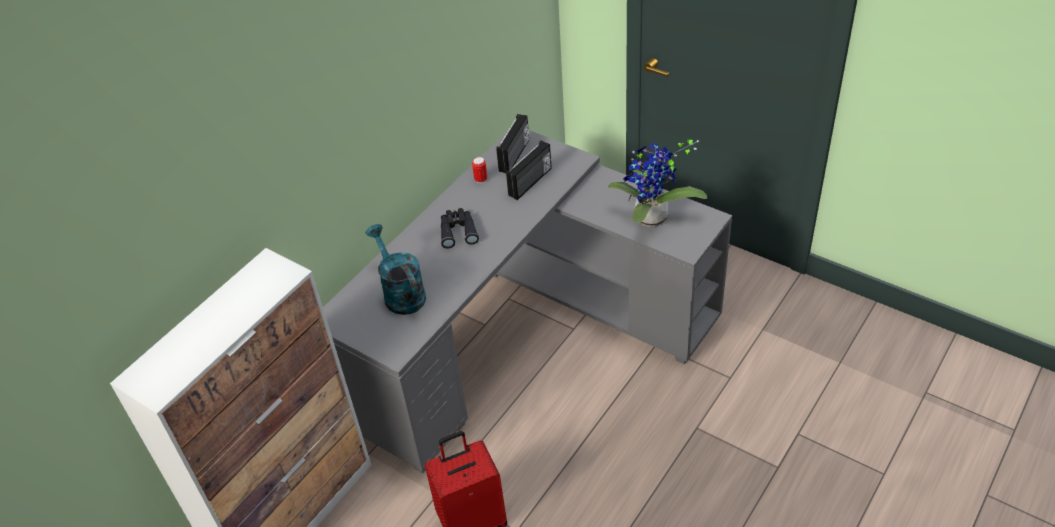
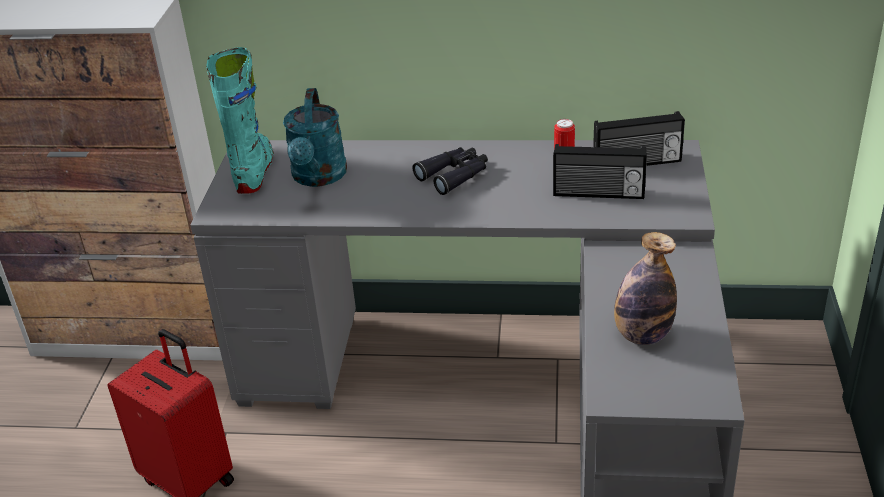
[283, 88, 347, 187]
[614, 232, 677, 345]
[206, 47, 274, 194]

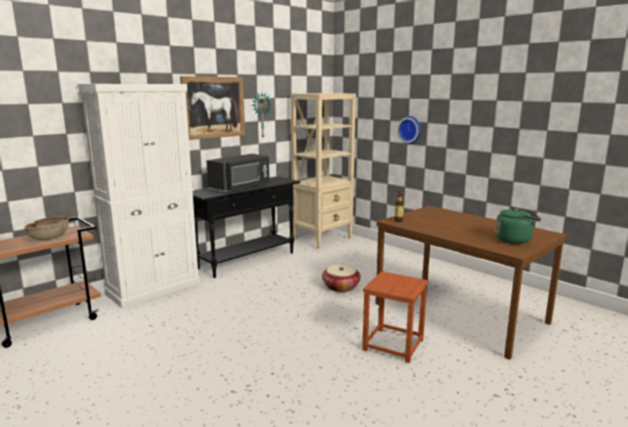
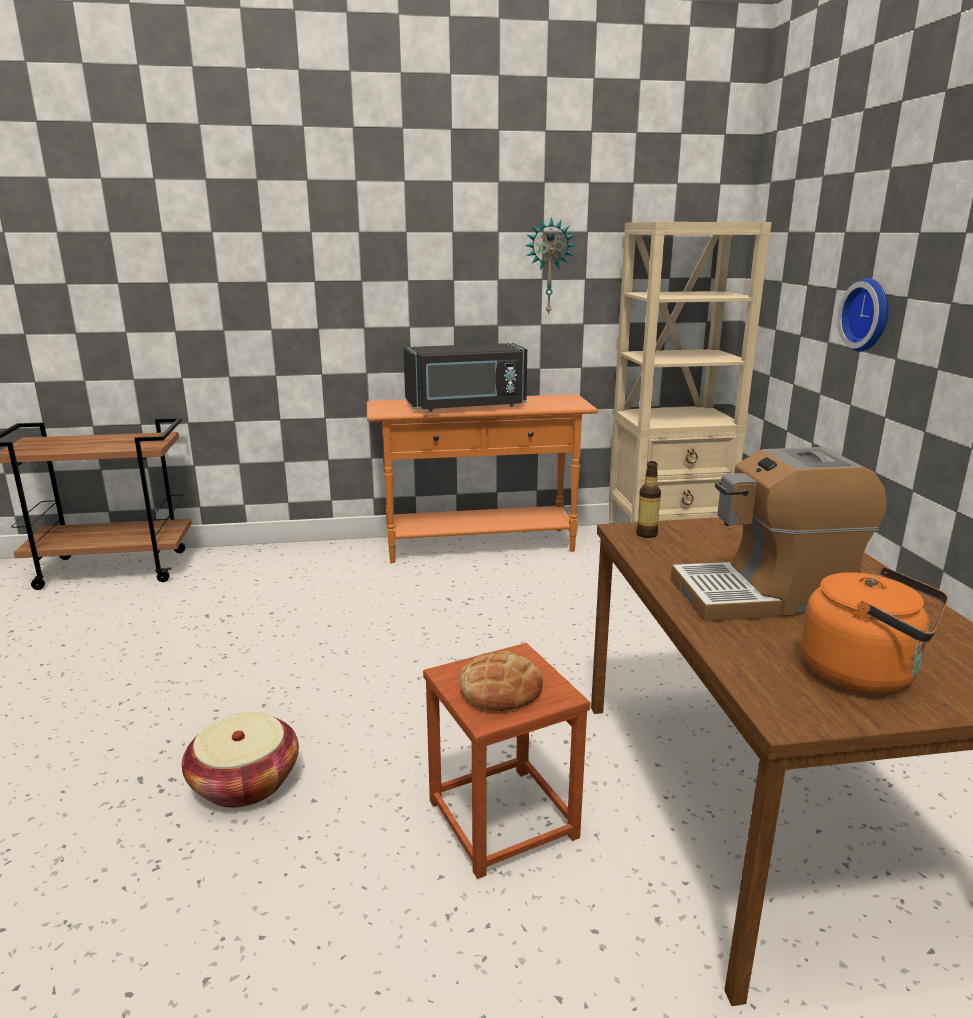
[24, 216, 69, 241] (first image)
[78, 84, 200, 308] (first image)
[180, 76, 245, 140] (first image)
[367, 394, 598, 563]
[182, 712, 299, 808]
[801, 567, 948, 694]
[460, 651, 543, 711]
[671, 447, 886, 621]

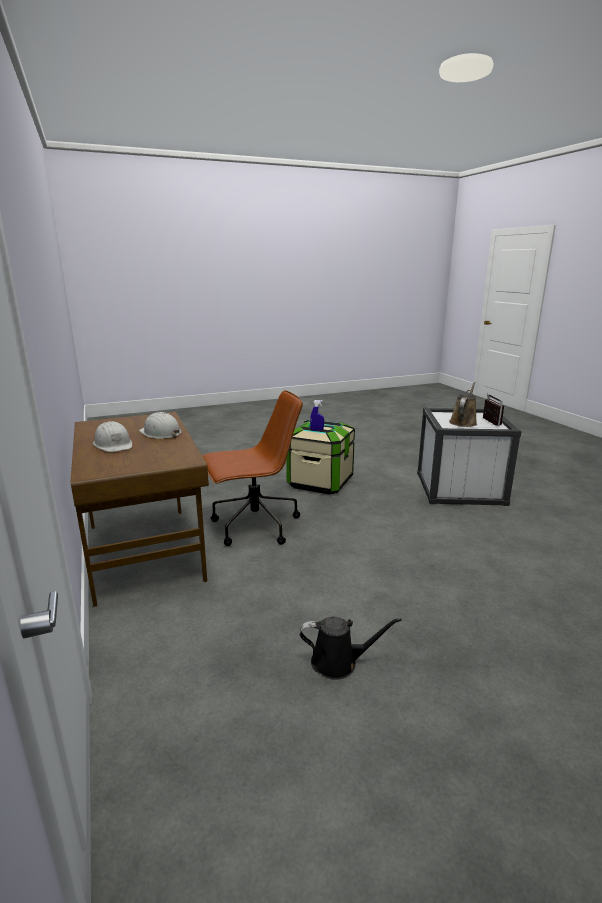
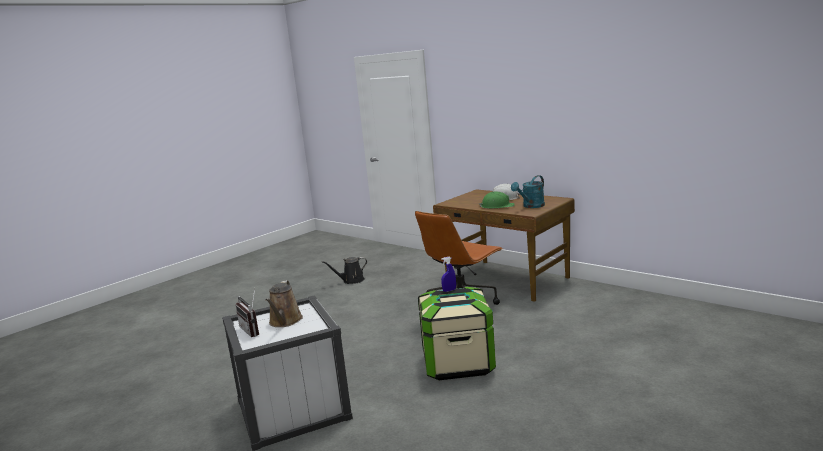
[479, 192, 515, 209]
[511, 175, 545, 208]

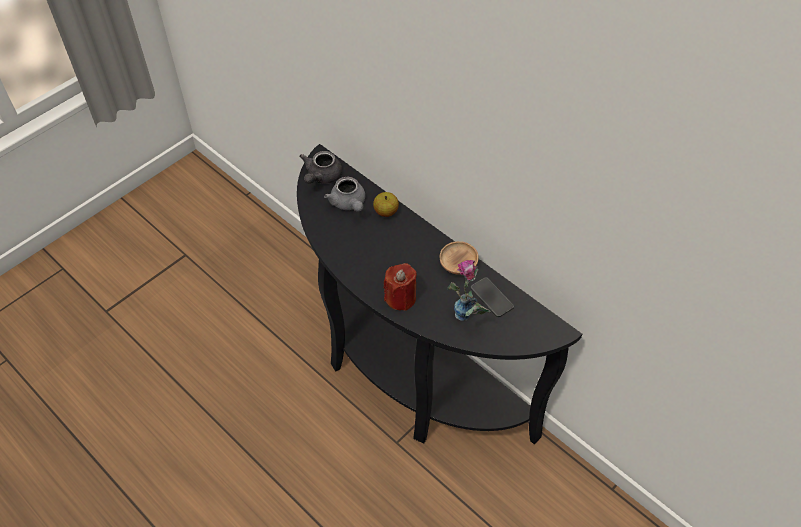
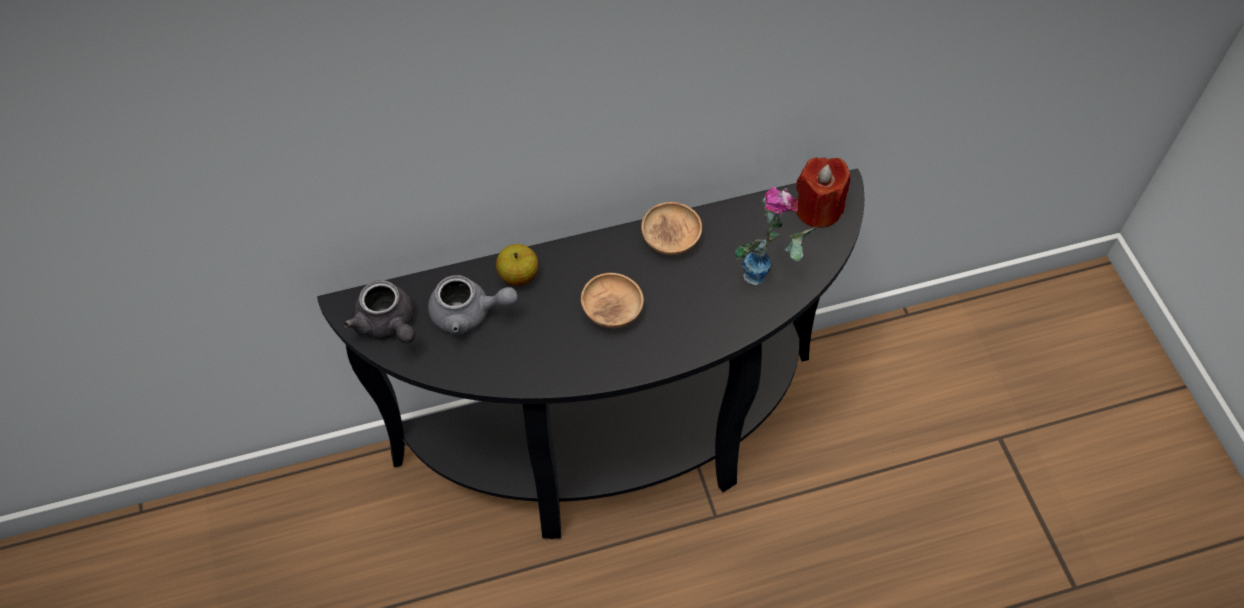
[796, 158, 850, 228]
[470, 277, 514, 317] (first image)
[581, 273, 644, 328]

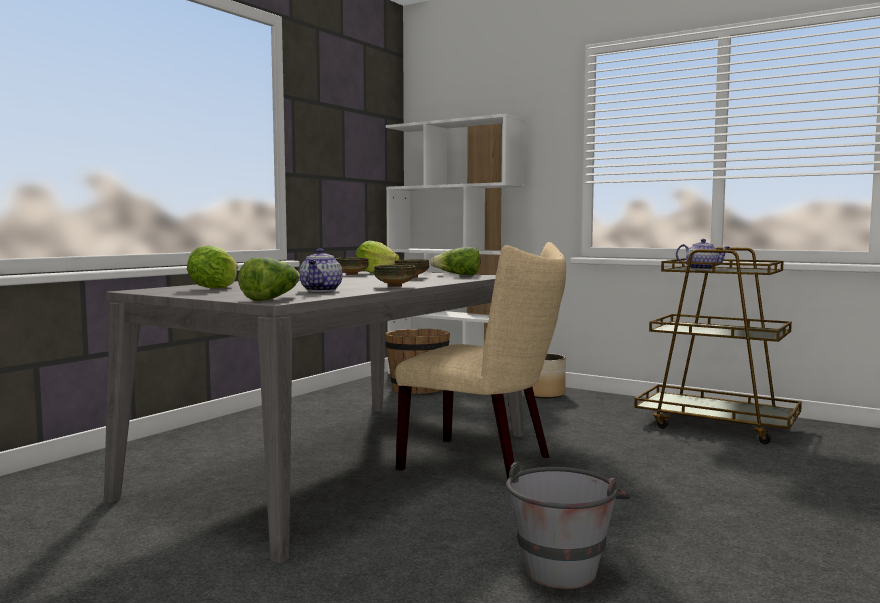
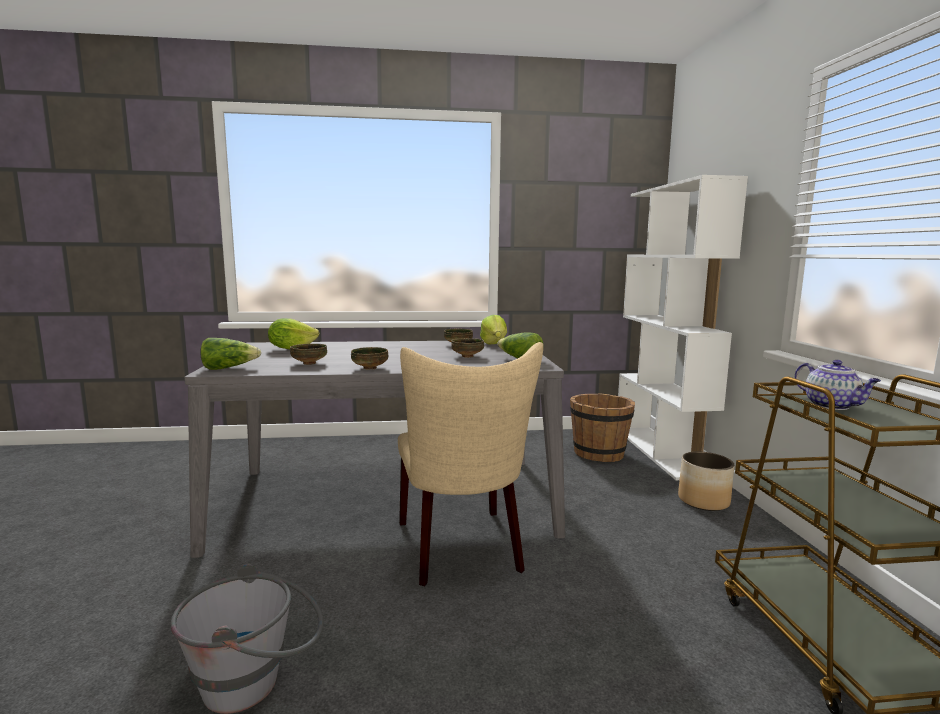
[290, 344, 327, 365]

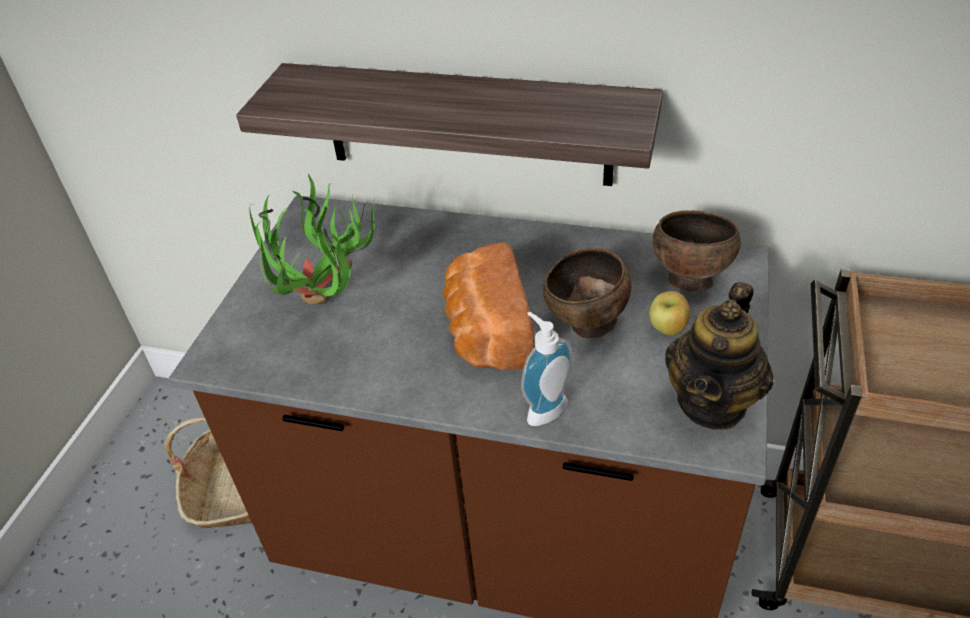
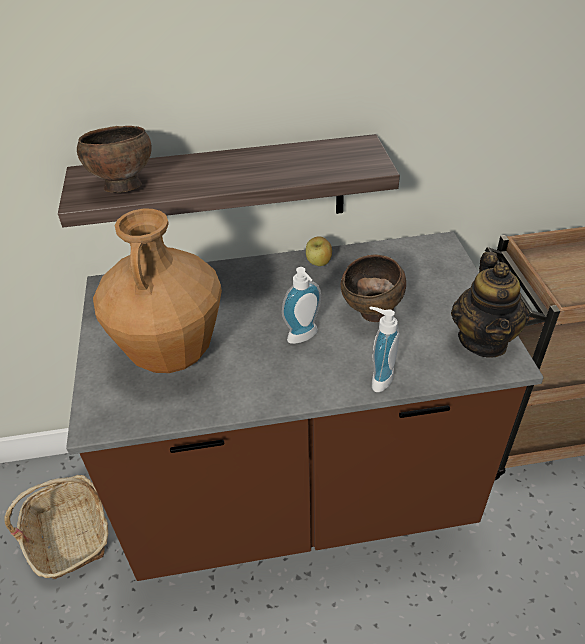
[93, 209, 222, 373]
[282, 267, 321, 344]
[306, 236, 332, 266]
[77, 126, 152, 192]

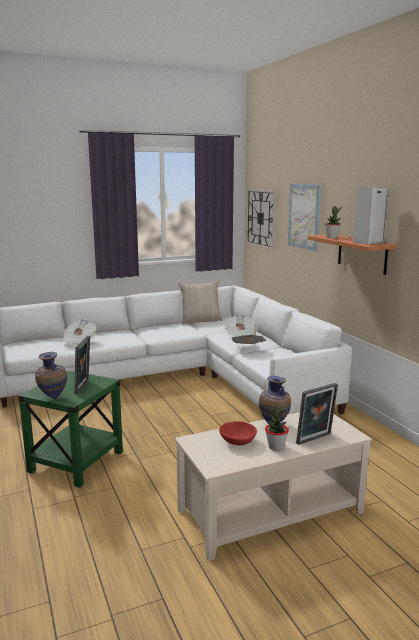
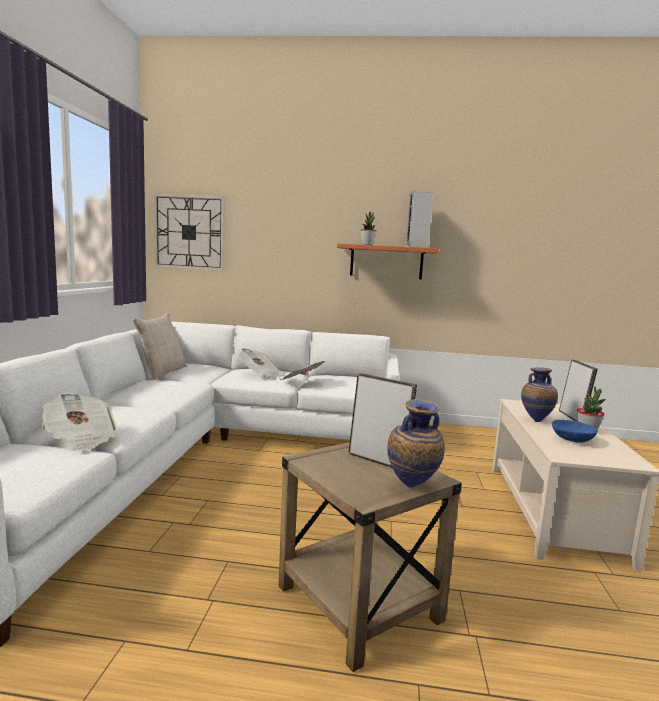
[279, 442, 462, 672]
[552, 420, 598, 443]
[288, 184, 322, 251] (first image)

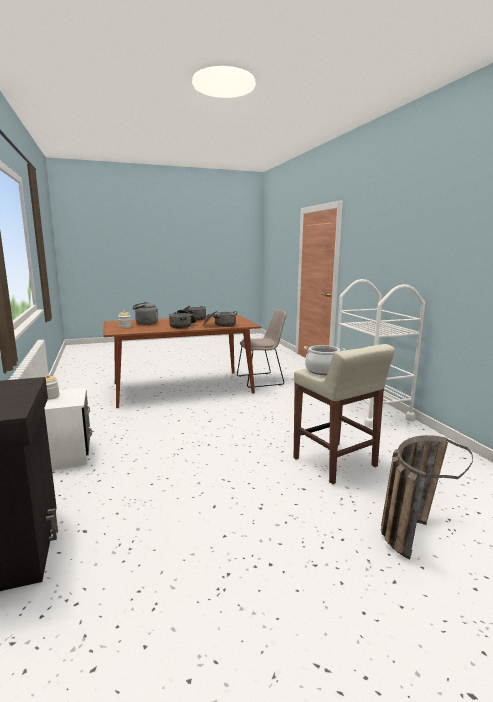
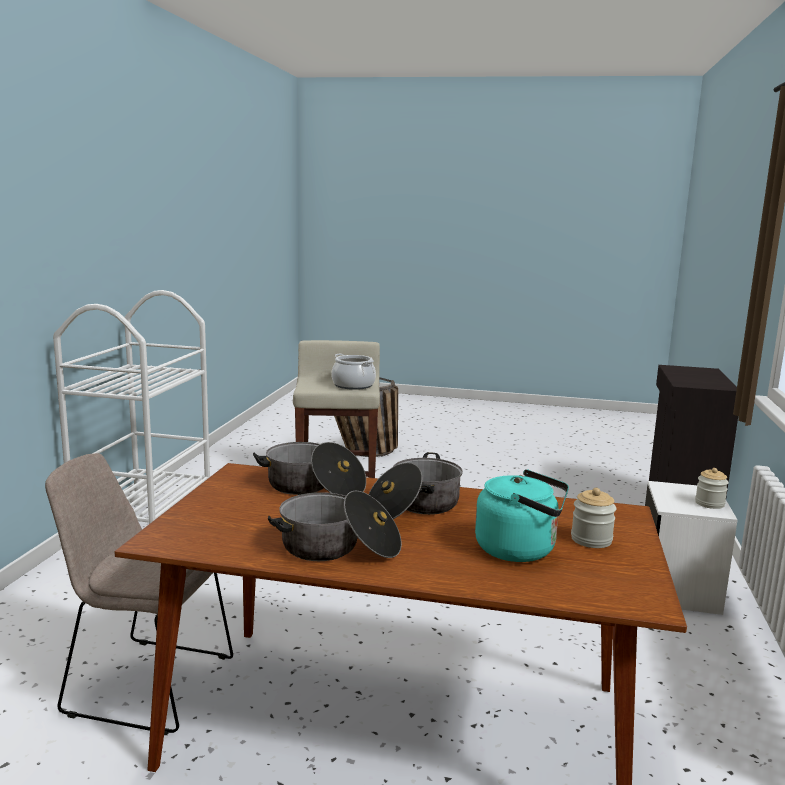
[475, 469, 569, 562]

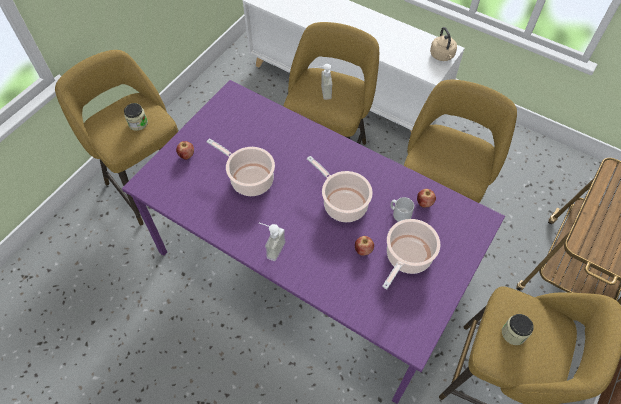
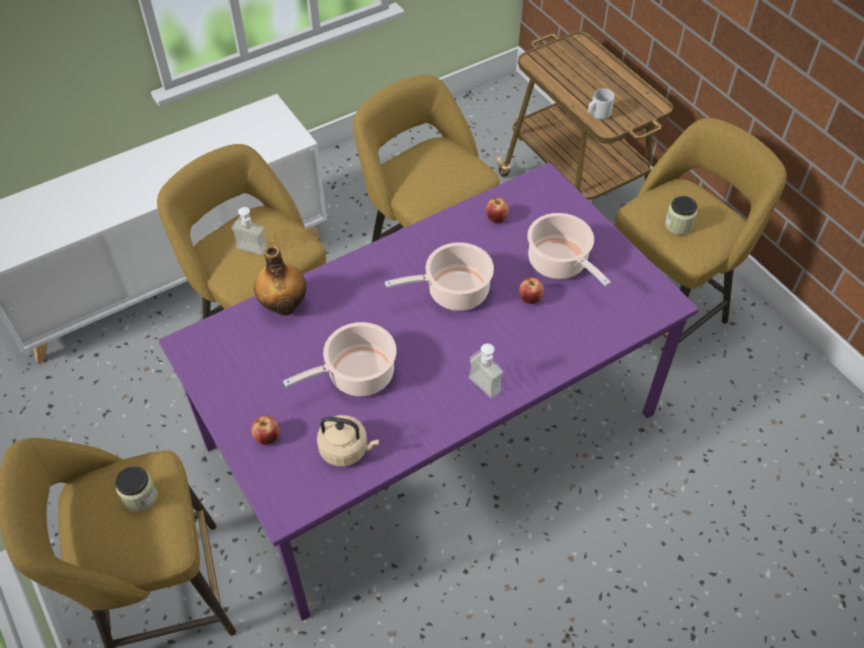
[588, 89, 615, 119]
[317, 415, 379, 466]
[254, 245, 306, 315]

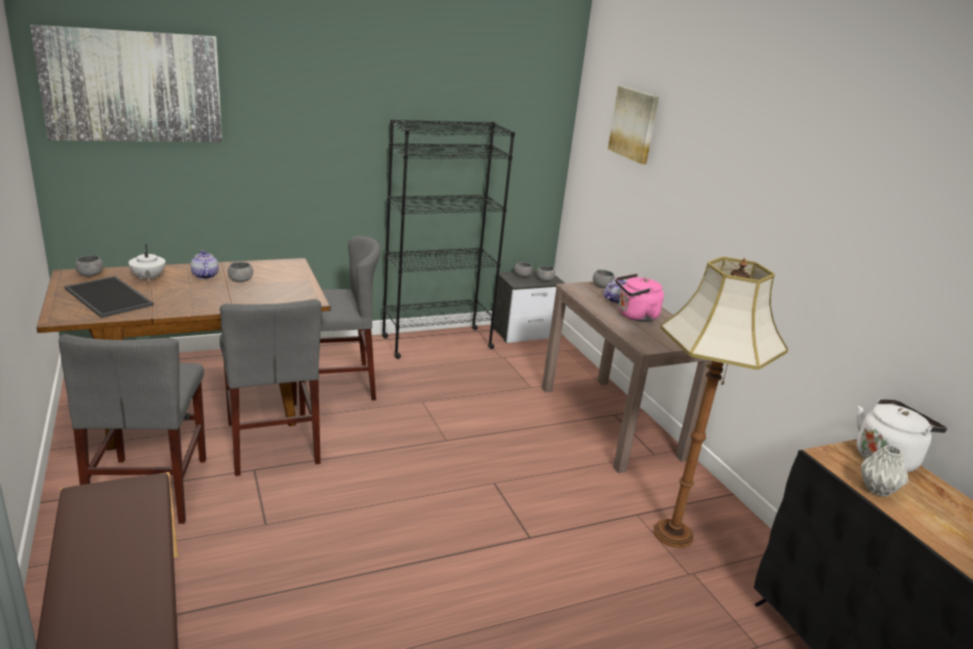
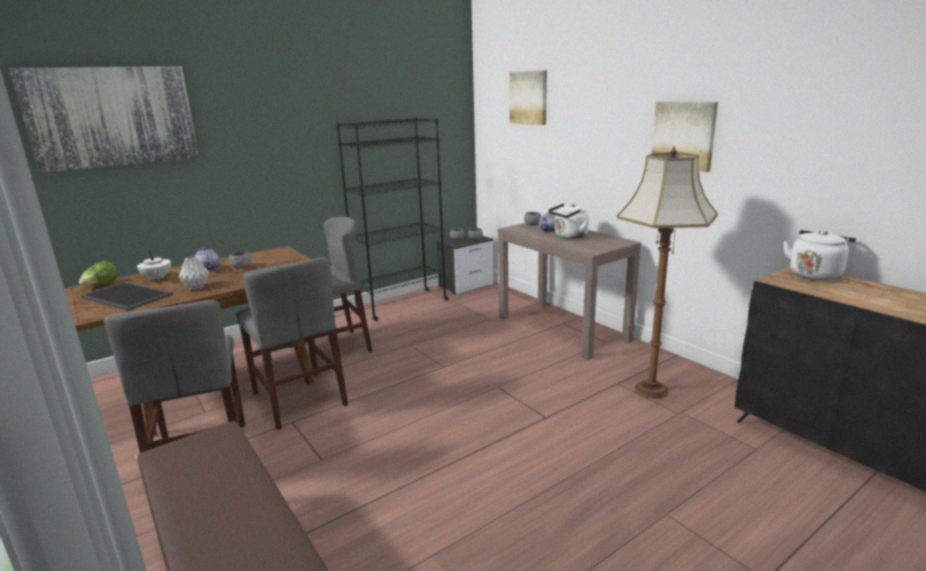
[79, 261, 118, 286]
[549, 203, 589, 239]
[179, 256, 209, 290]
[652, 102, 718, 172]

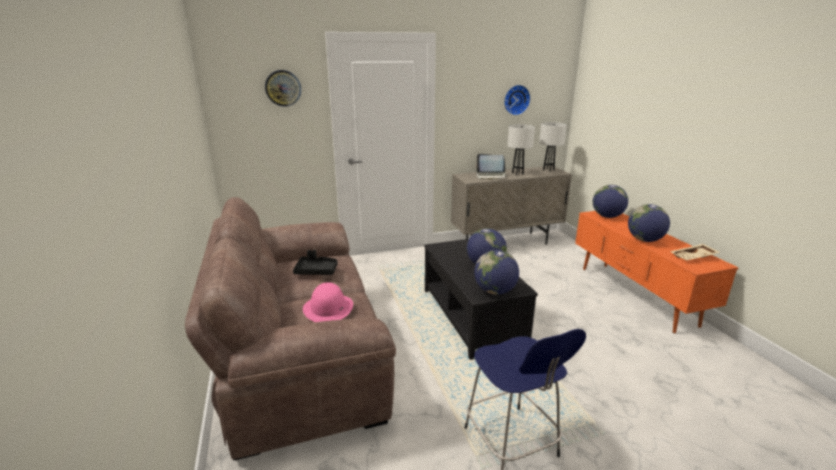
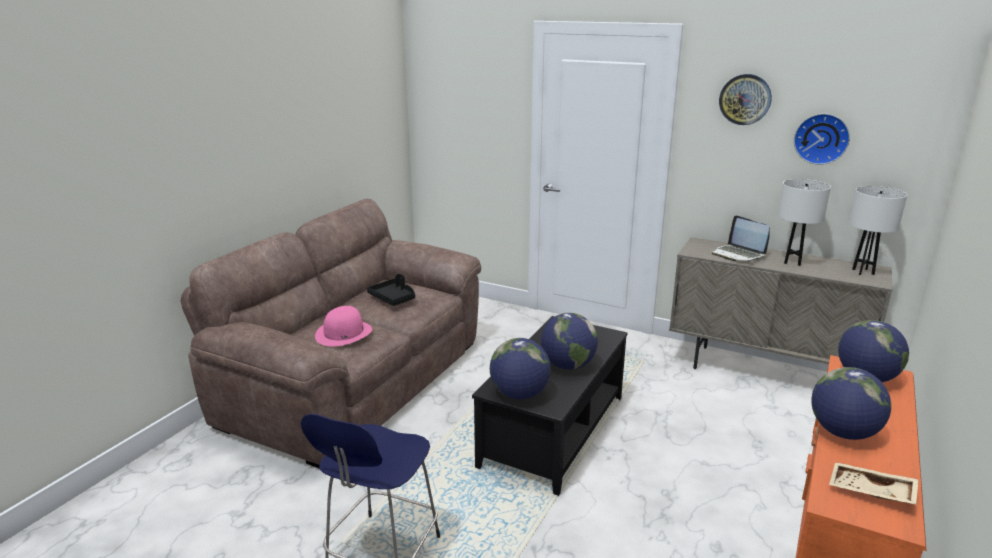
[719, 74, 772, 125]

